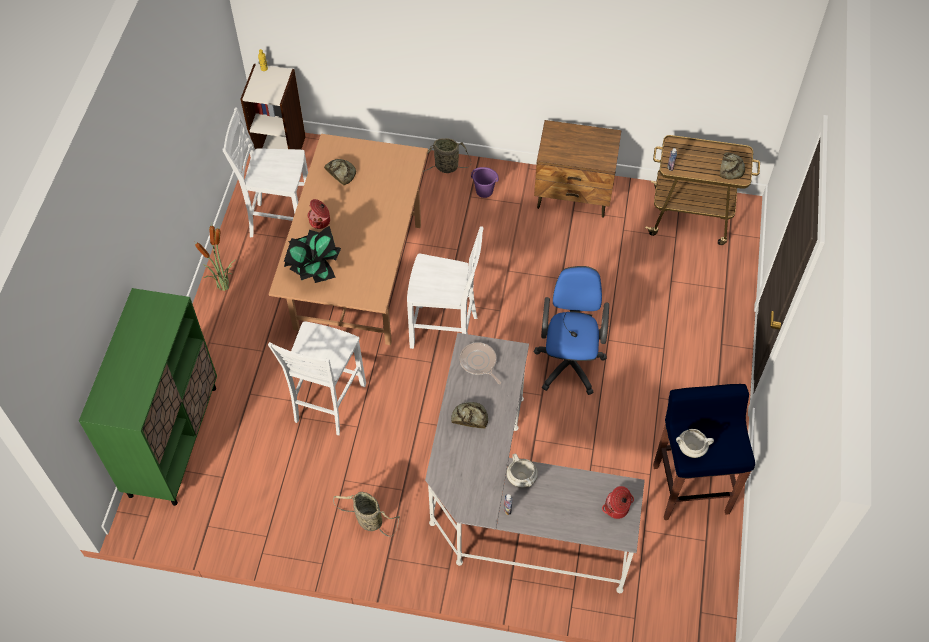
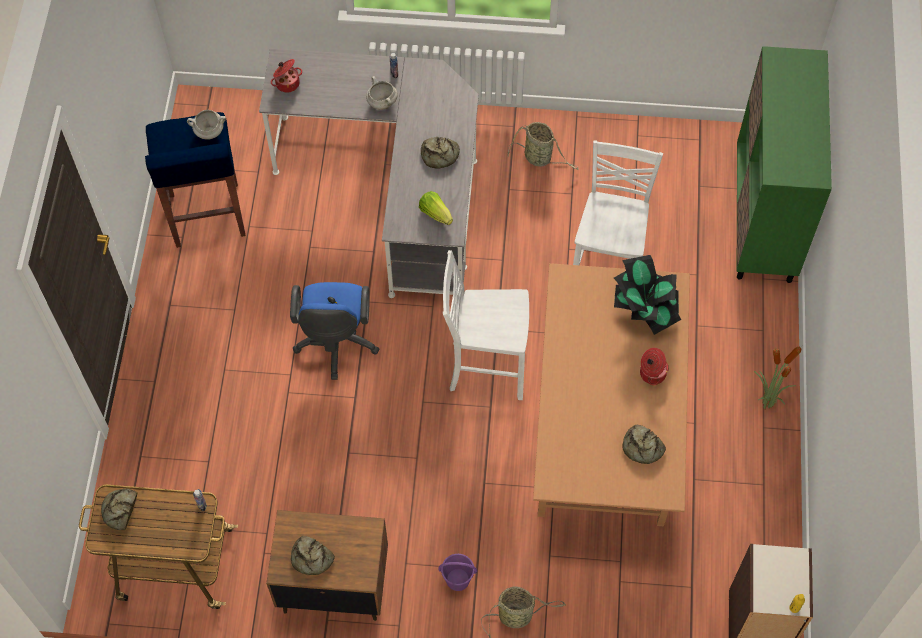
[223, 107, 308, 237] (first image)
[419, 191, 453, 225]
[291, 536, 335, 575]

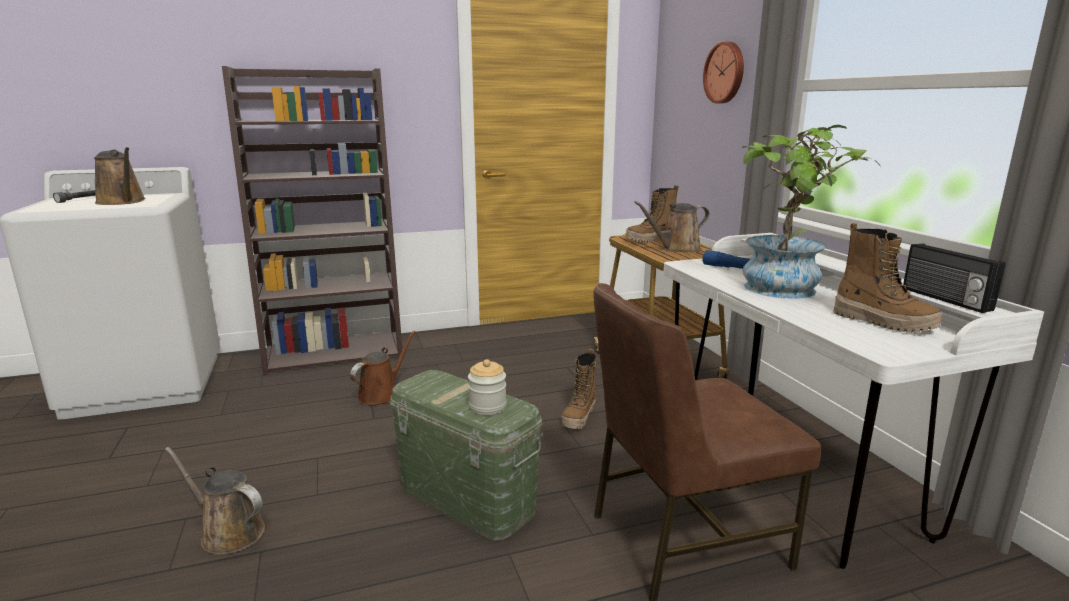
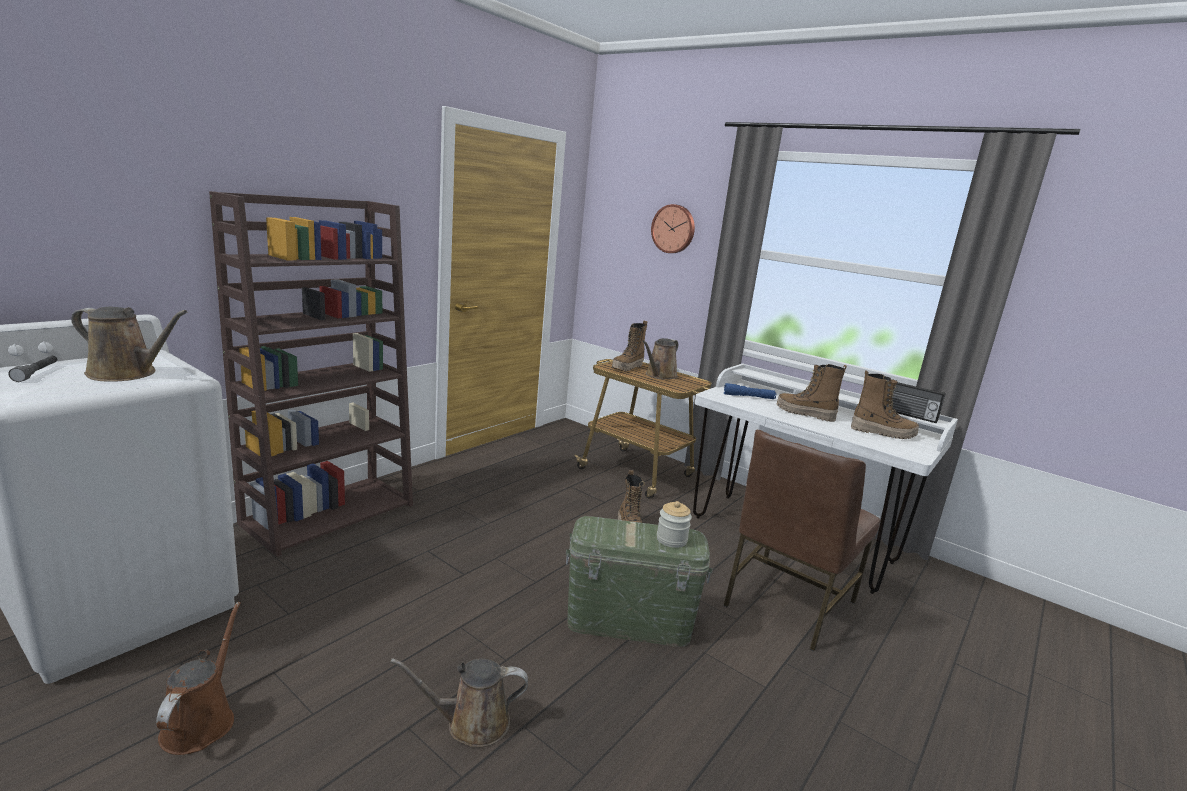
[156, 602, 241, 755]
[777, 364, 847, 422]

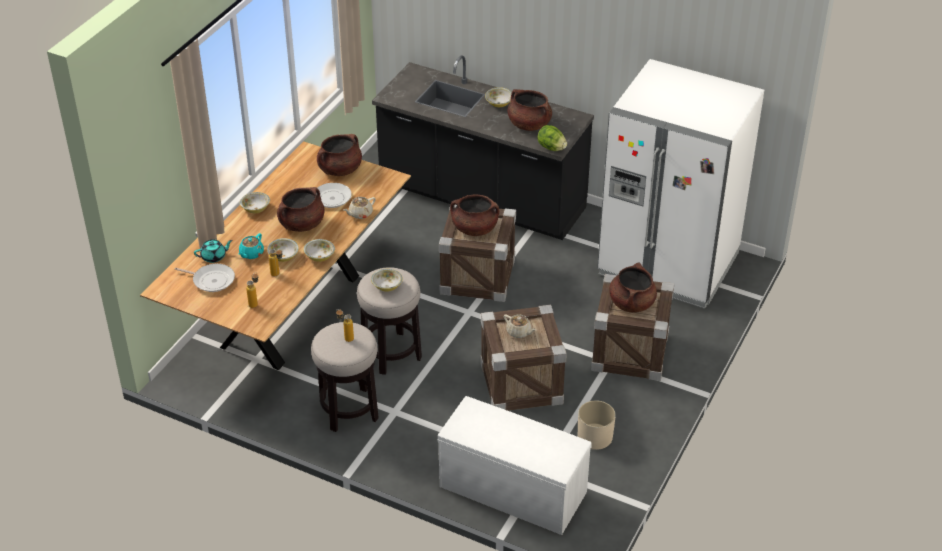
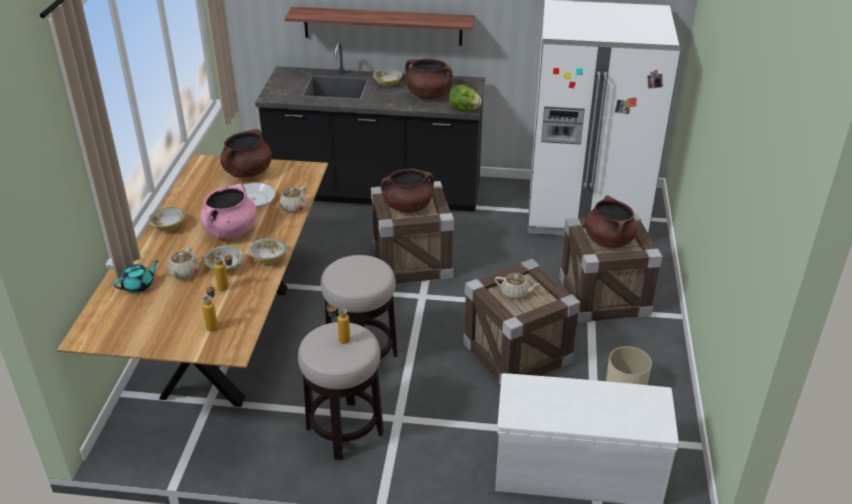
[175, 264, 235, 292] (first image)
[168, 247, 199, 279]
[200, 184, 257, 238]
[371, 269, 403, 292] (first image)
[285, 7, 475, 46]

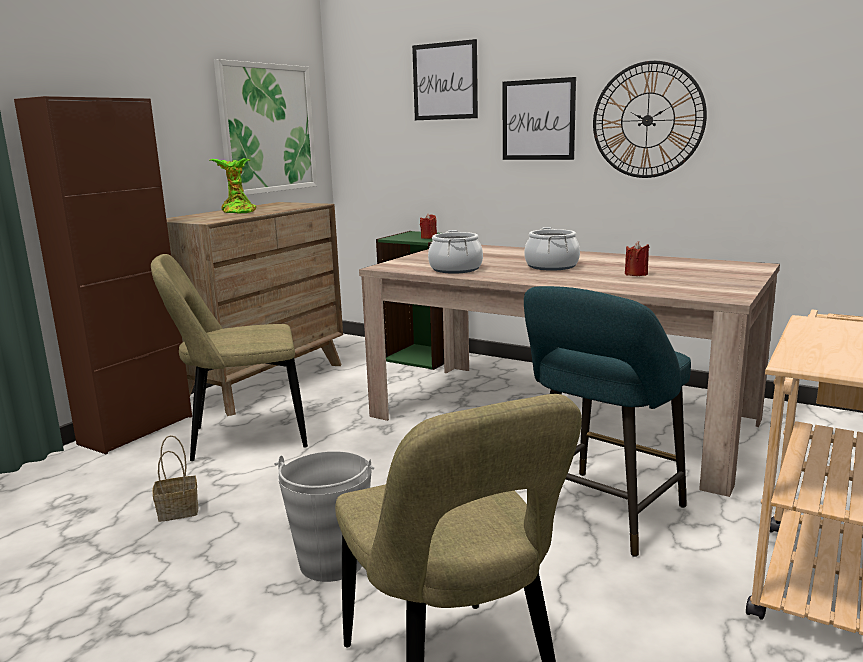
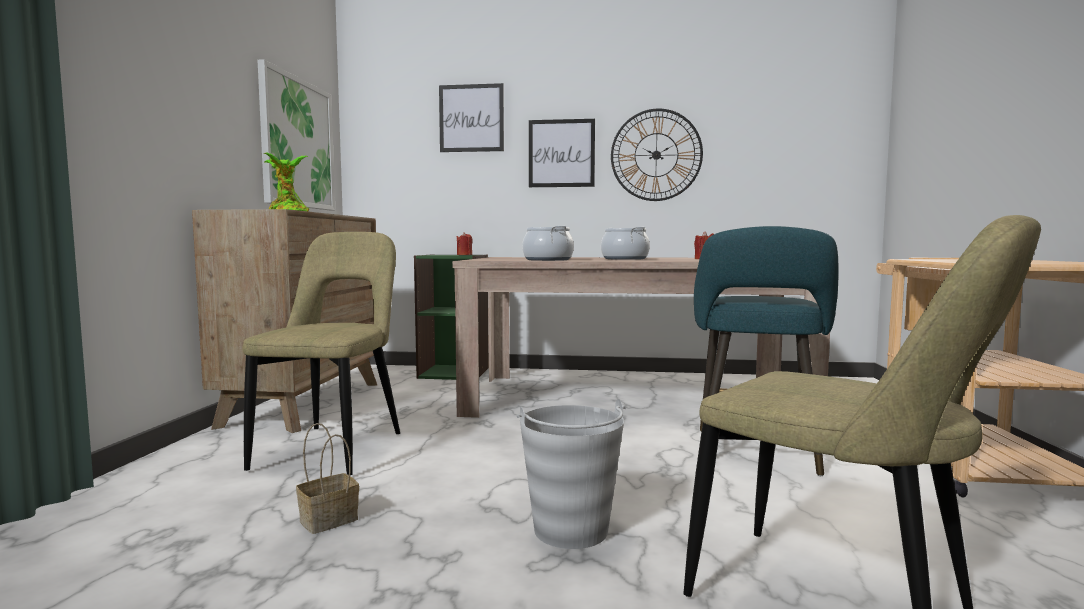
[14, 96, 192, 454] (first image)
[242, 232, 400, 475]

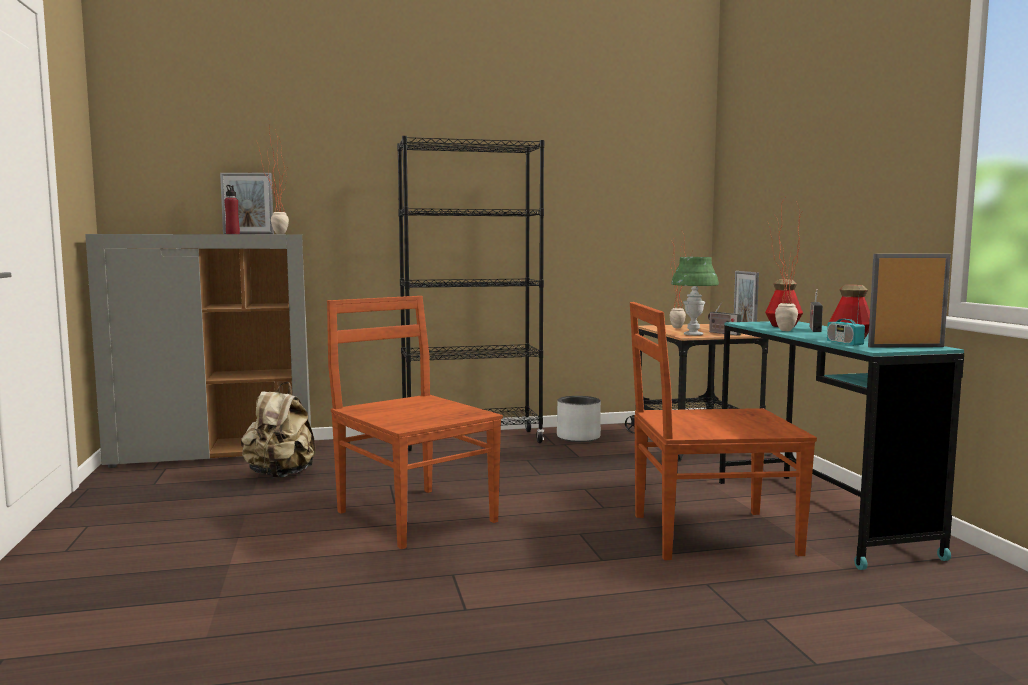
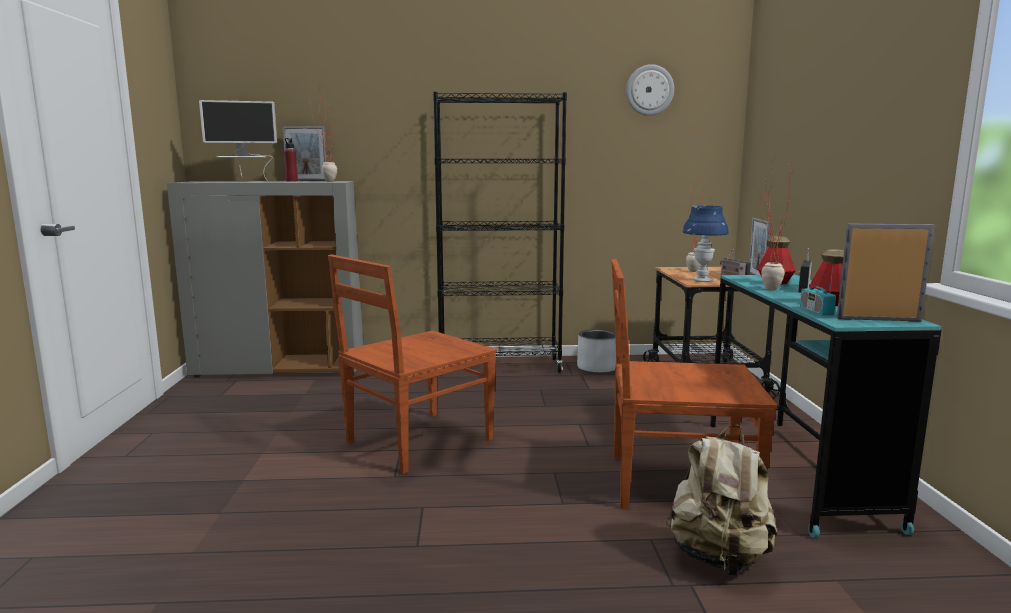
[666, 425, 778, 575]
[328, 254, 497, 474]
[682, 205, 729, 282]
[199, 100, 277, 182]
[626, 64, 674, 116]

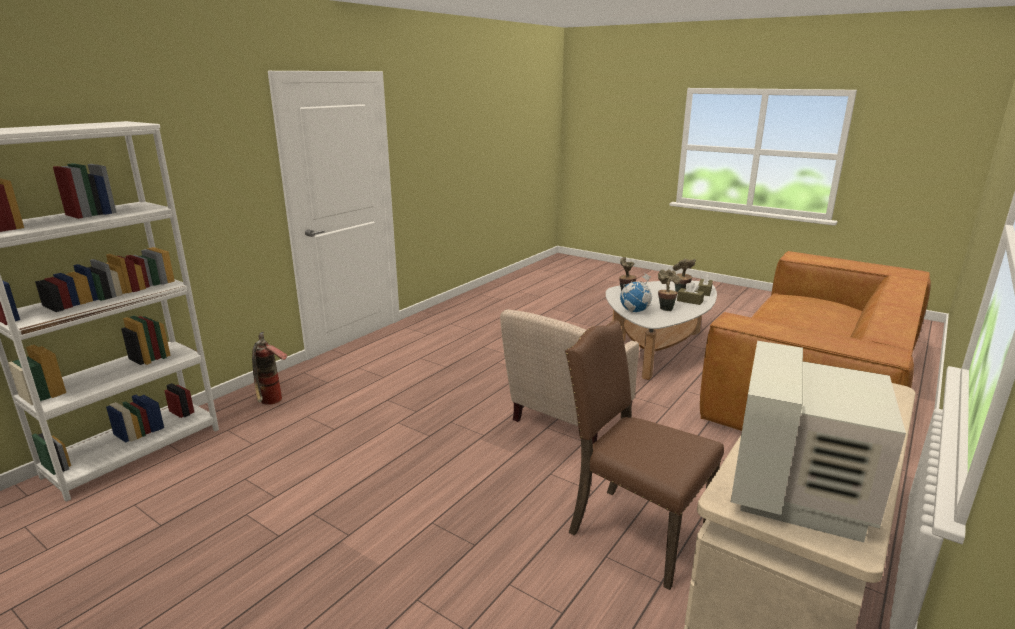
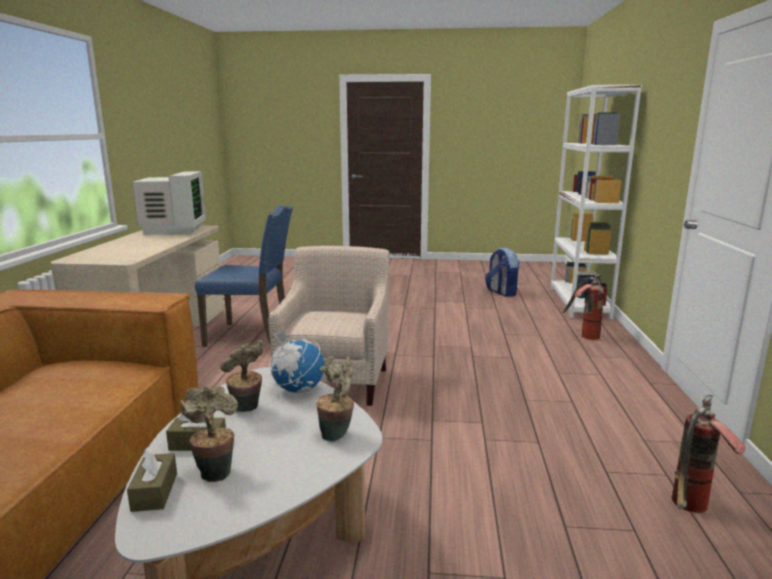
[195, 205, 293, 347]
[485, 247, 520, 297]
[672, 395, 745, 513]

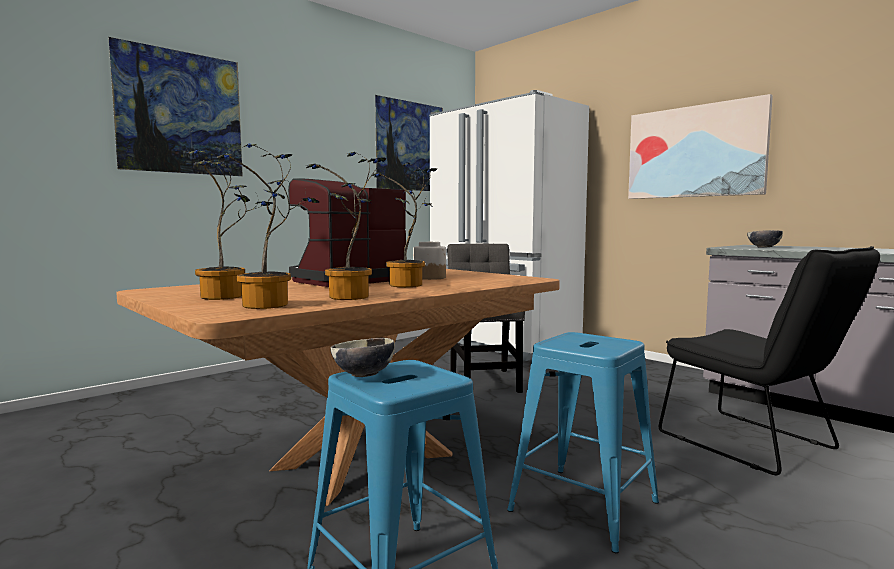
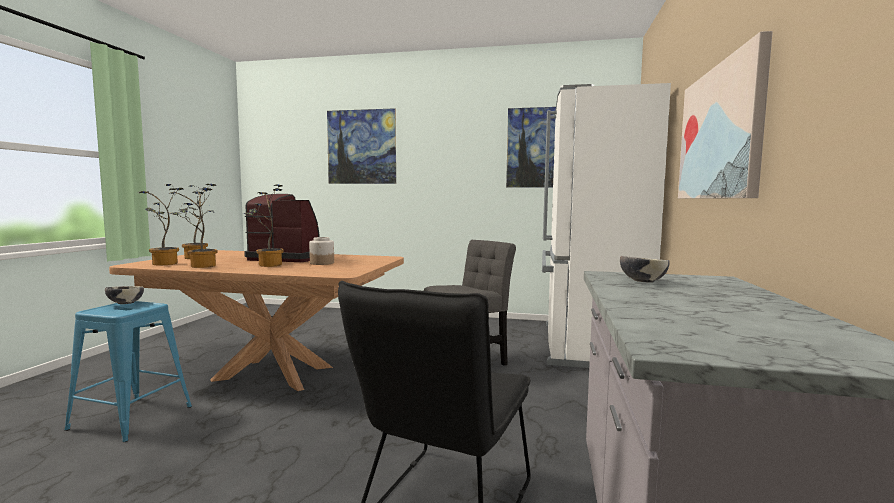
[507, 332, 659, 553] (first image)

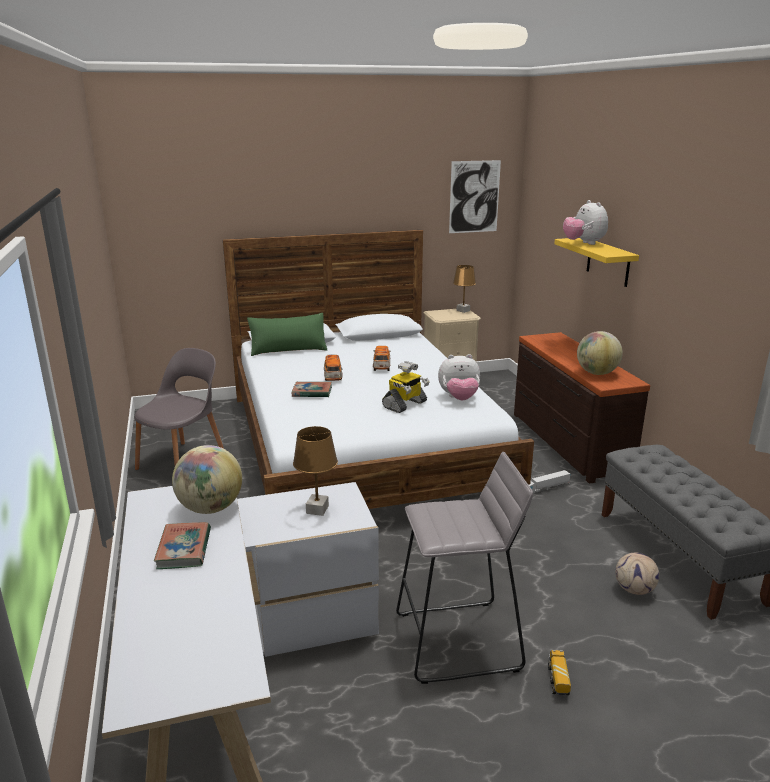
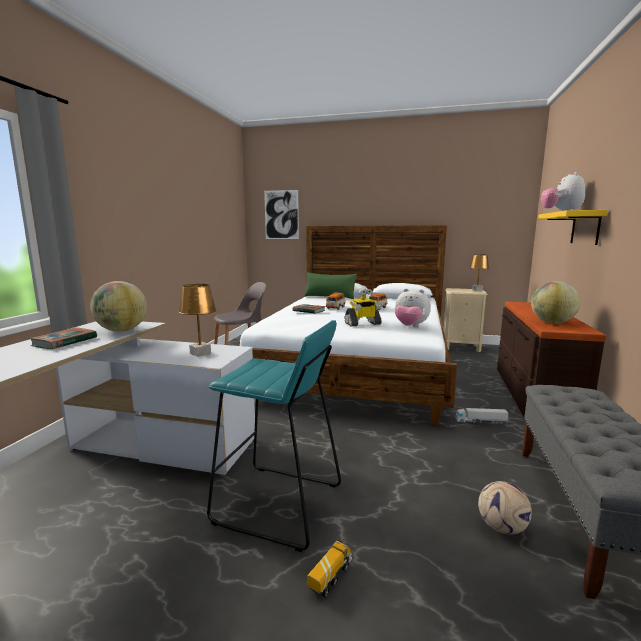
[207, 320, 341, 552]
[264, 190, 299, 239]

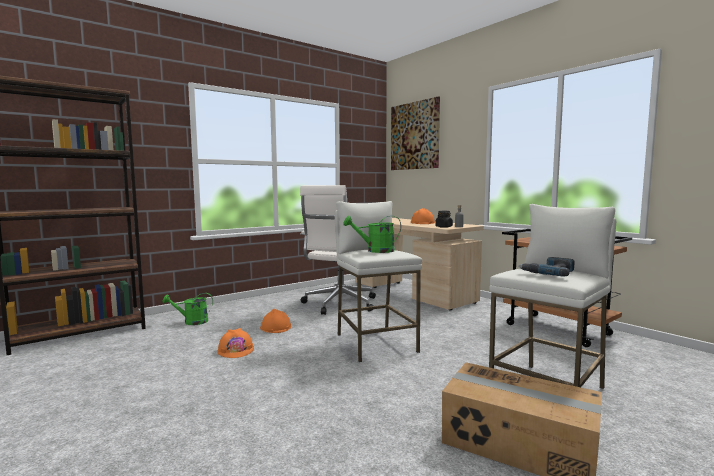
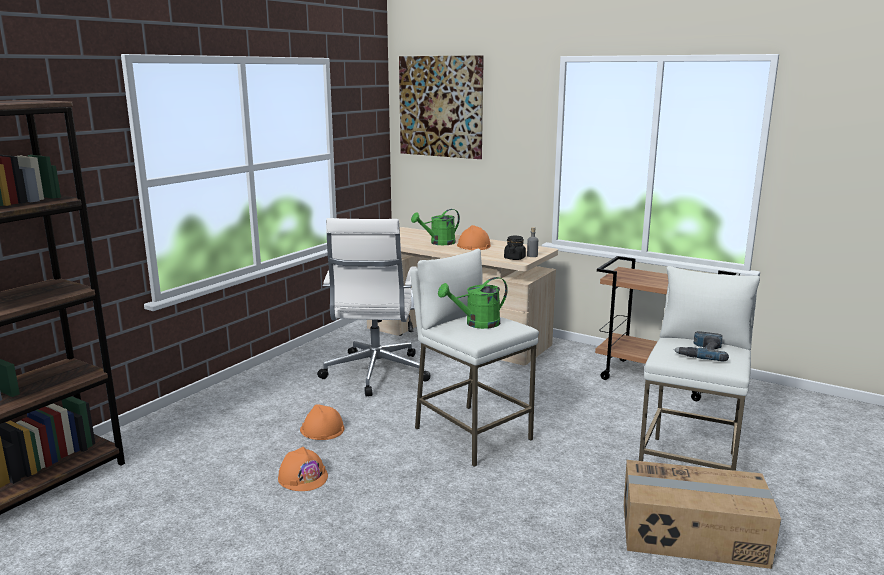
[411, 209, 460, 245]

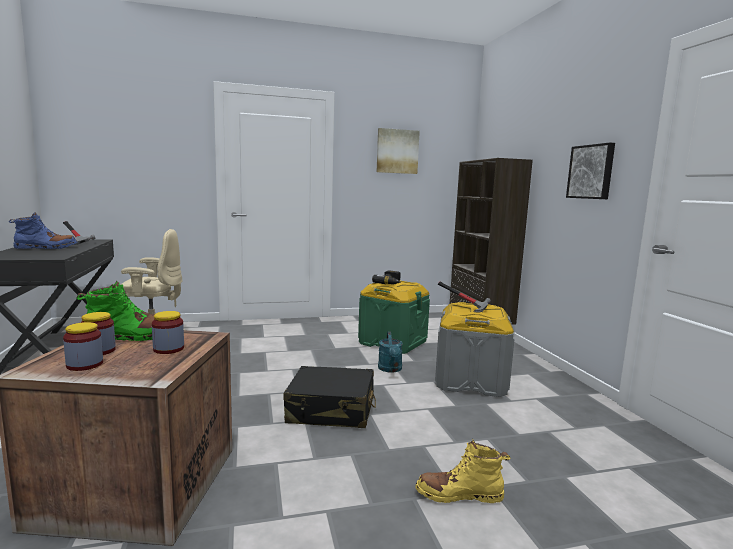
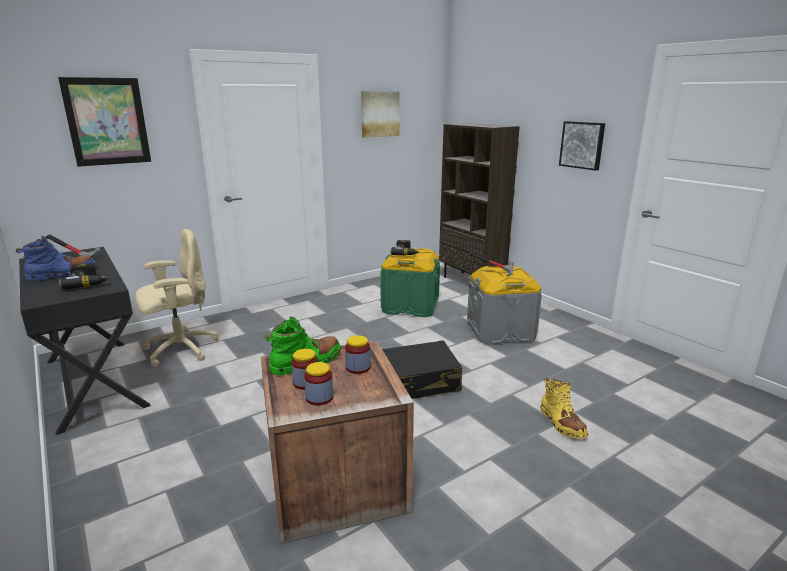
[378, 332, 403, 373] (first image)
[540, 378, 588, 439]
[58, 77, 151, 167]
[59, 263, 110, 289]

